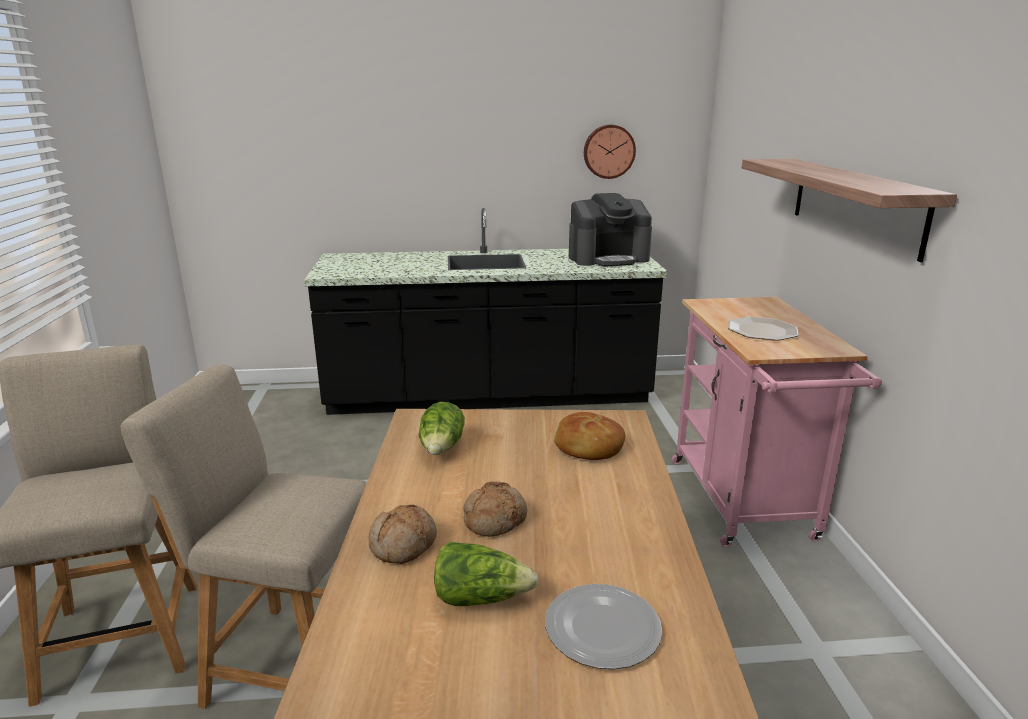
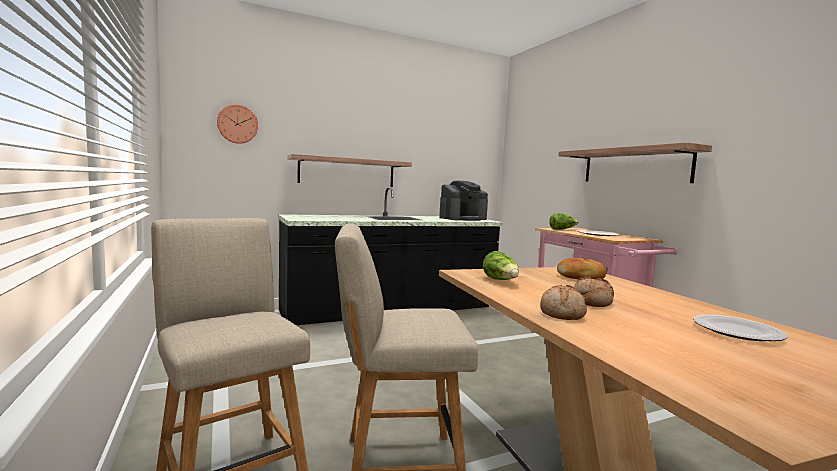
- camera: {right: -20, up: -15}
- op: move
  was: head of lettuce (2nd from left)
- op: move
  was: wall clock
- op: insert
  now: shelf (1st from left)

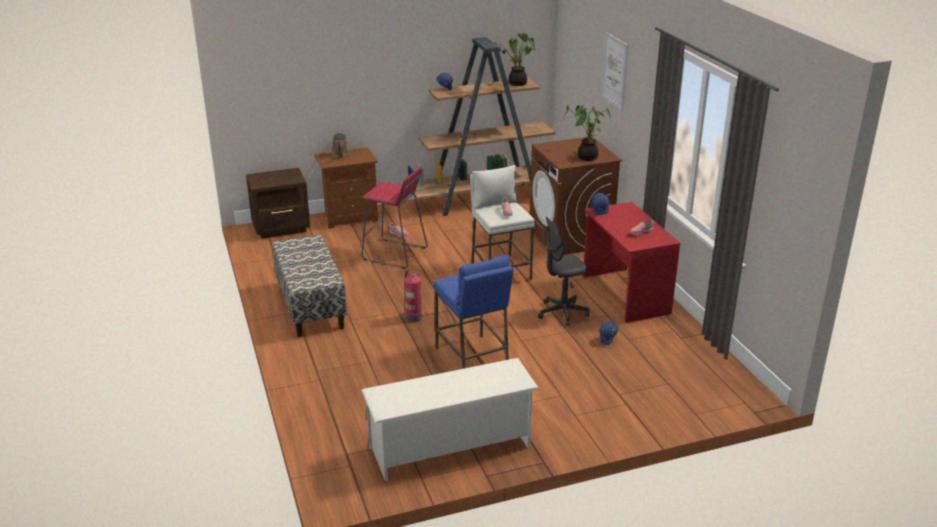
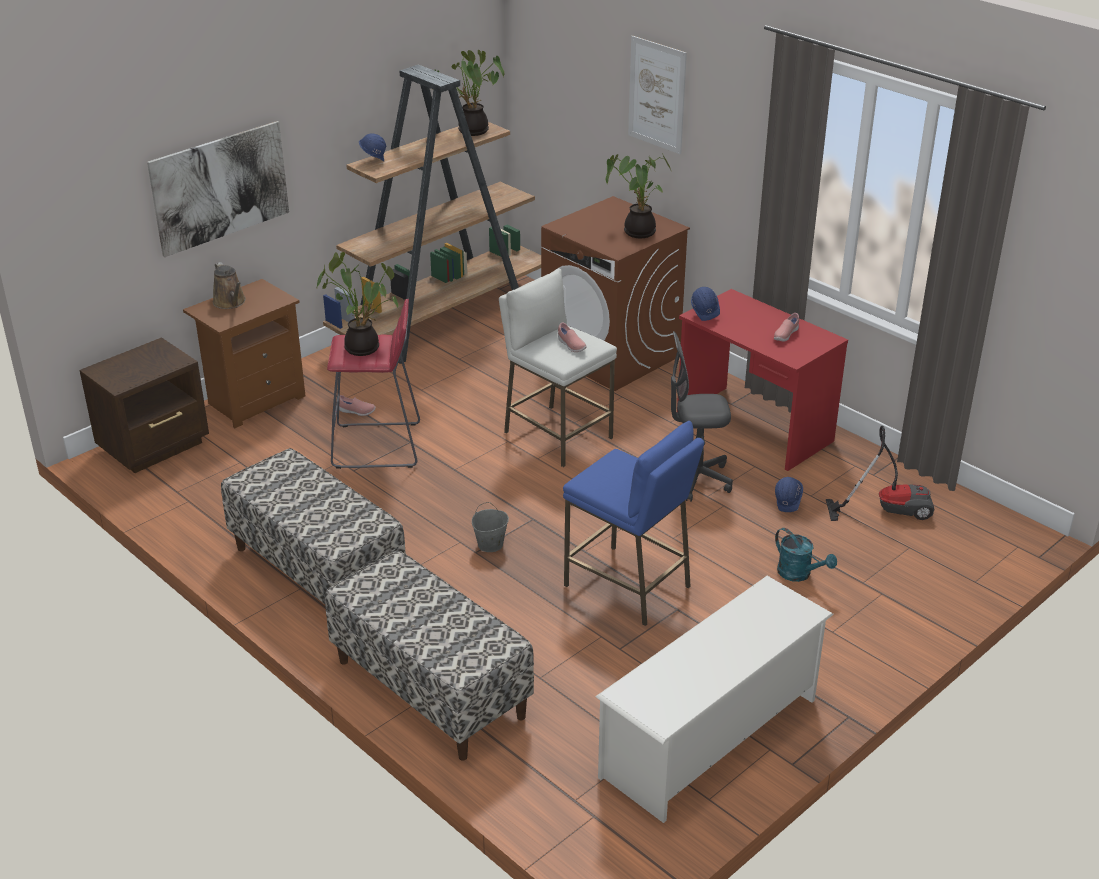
- camera: {right: -25, up: 5}
- op: replace
  was: extinguisher
  now: gray bucket
- op: rotate
  was: gray desk chair
  clockwise: 45
- op: insert
  now: wall art (1st from left)
- op: insert
  now: potted plant (1st from left)
- op: insert
  now: bench (2nd from left)
- op: insert
  now: turquoise sprinkling can
- op: insert
  now: vacuum cleaner

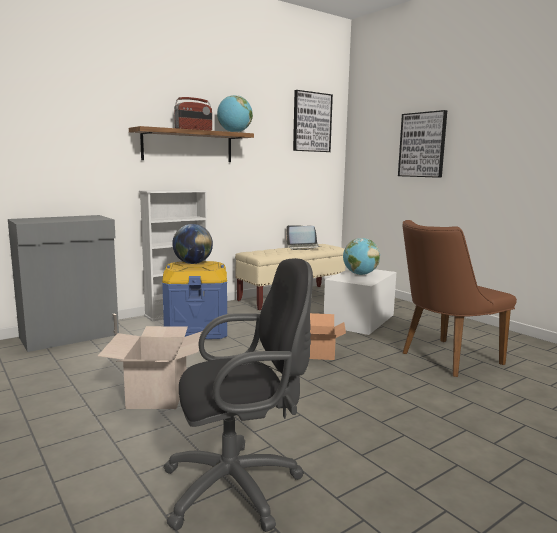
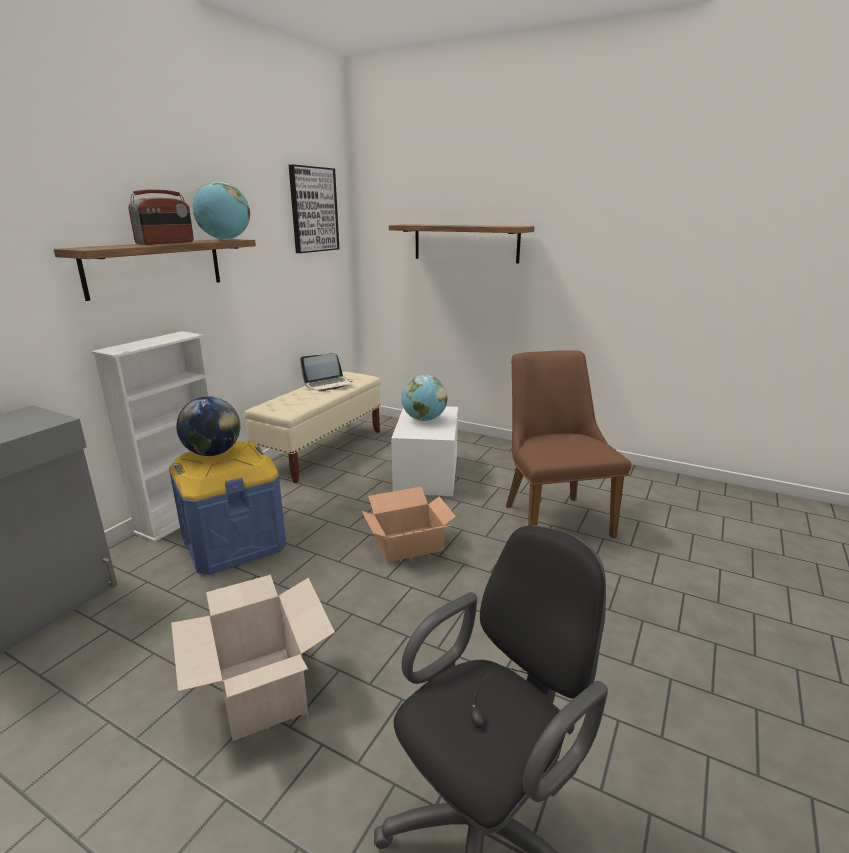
- camera: {right: -25, up: 10}
- op: replace
  was: wall art (2nd from left)
  now: shelf (2nd from left)
- op: rotate
  was: brown-coloured chair
  clockwise: 135

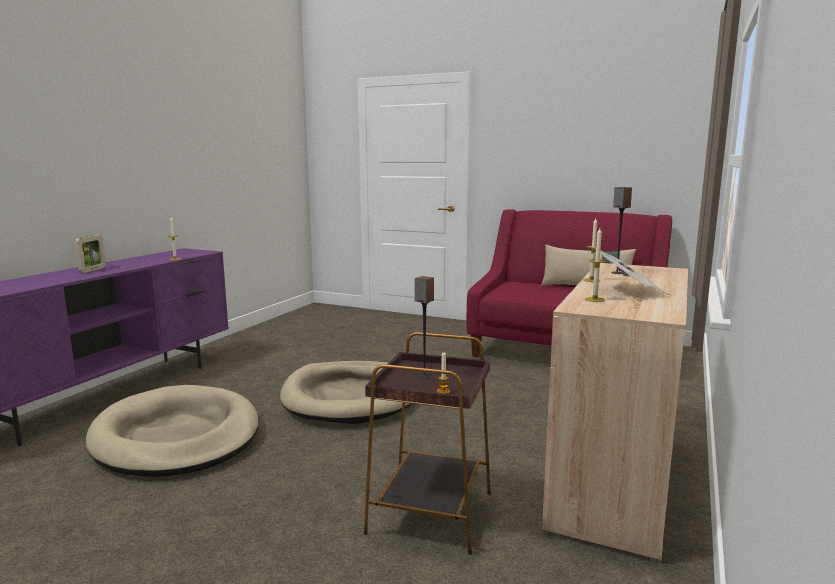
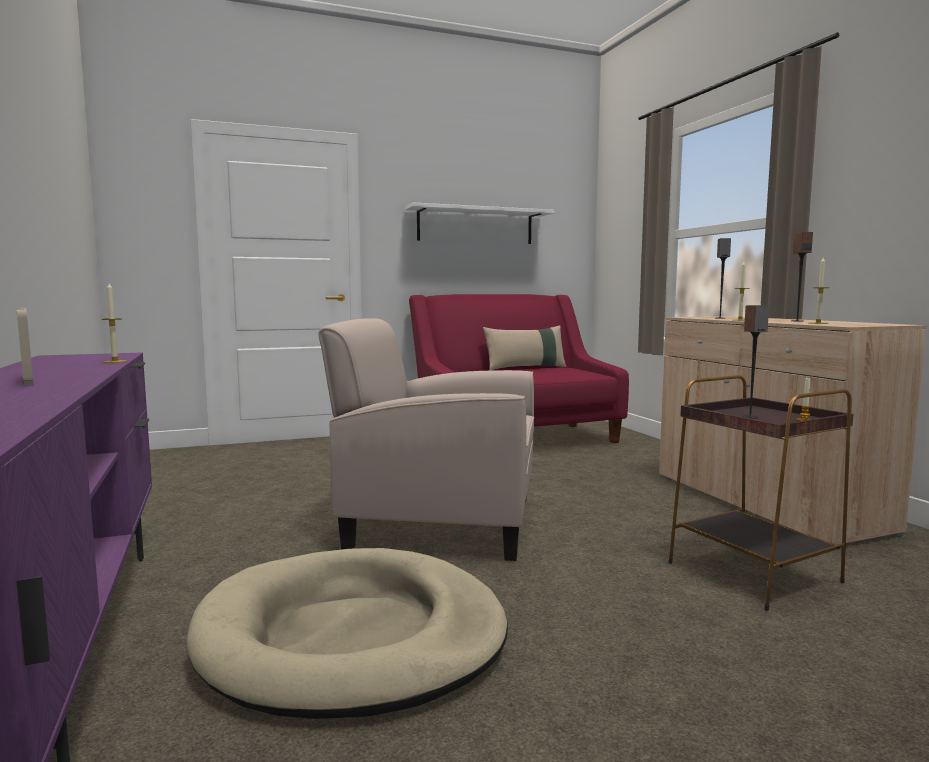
- camera: {right: -45, up: -5}
- op: replace
  was: beige dog cushion (2nd from left)
  now: beige easy chair
- op: replace
  was: printed paper
  now: speaker (3rd from left)
- op: insert
  now: white-coloured shelf

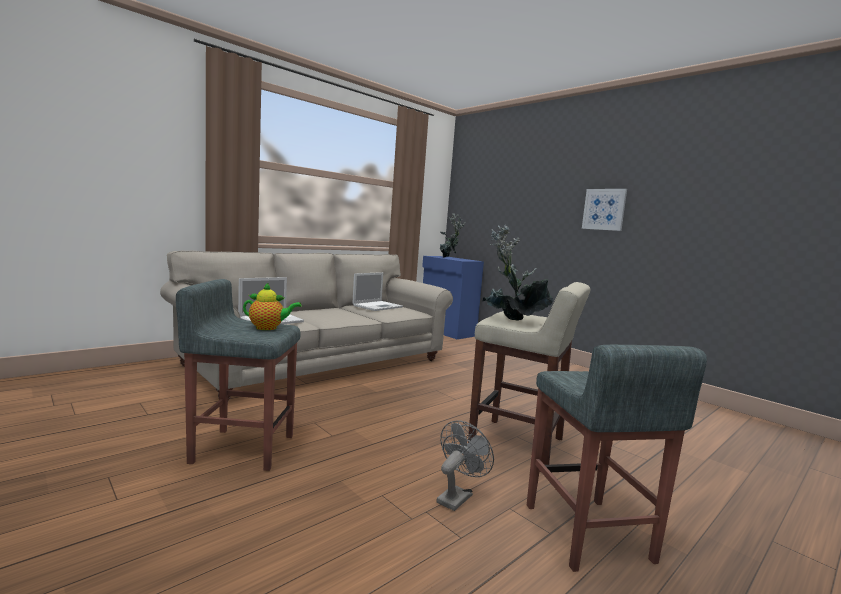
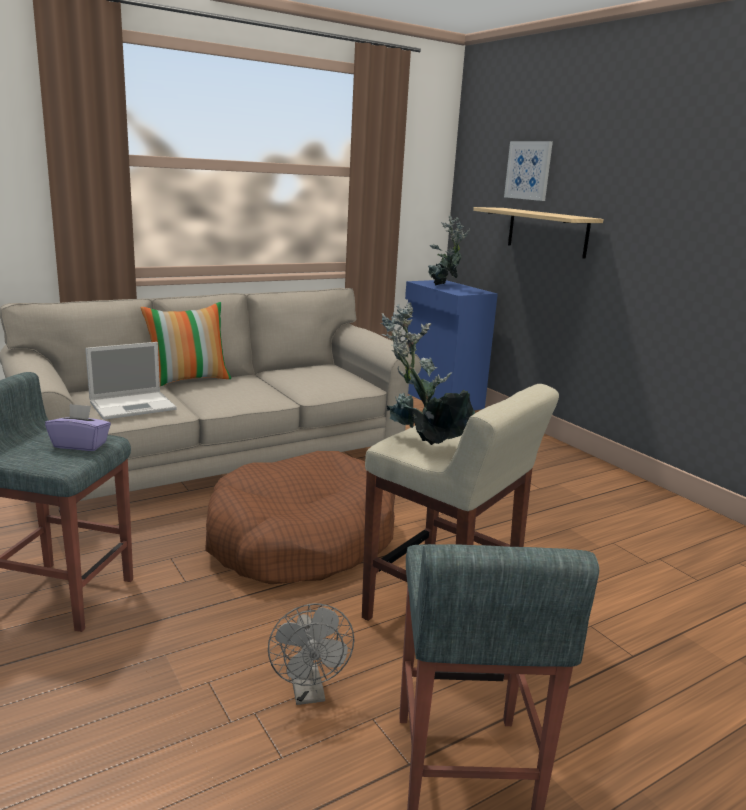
- camera: {right: 10, up: 10}
- op: replace
  was: tea pot
  now: purple tissue box
- op: delete
  was: portable computer (2nd from left)
- op: rotate
  was: gray fan
  clockwise: 120
- op: move
  was: wall art
- op: insert
  now: throw pillow
- op: insert
  now: brown-coloured dog cushion
- op: insert
  now: shelf

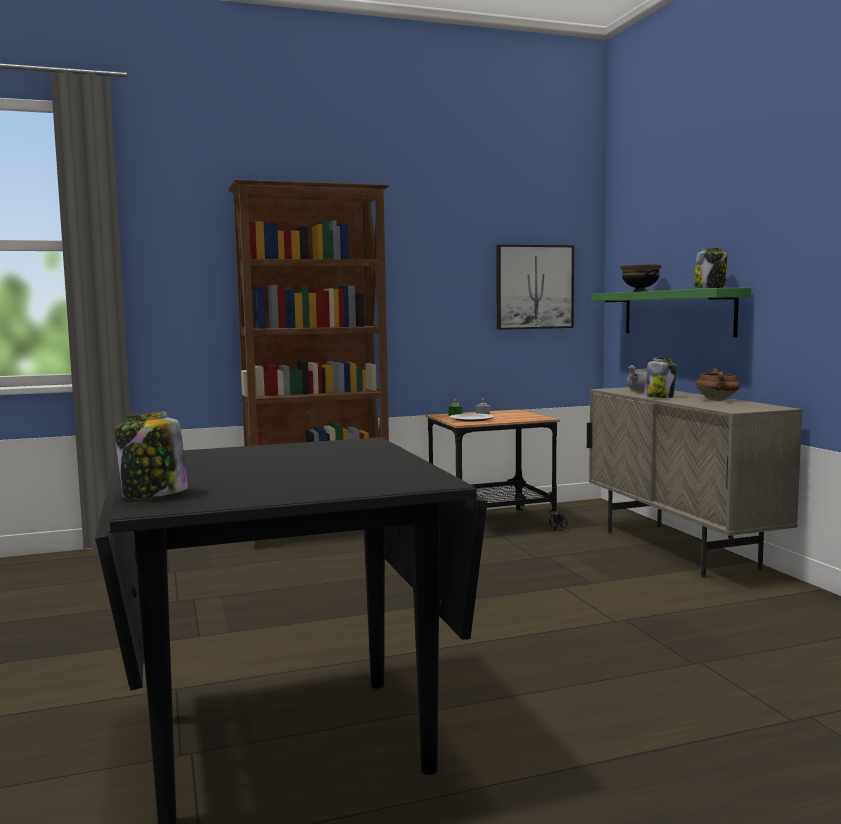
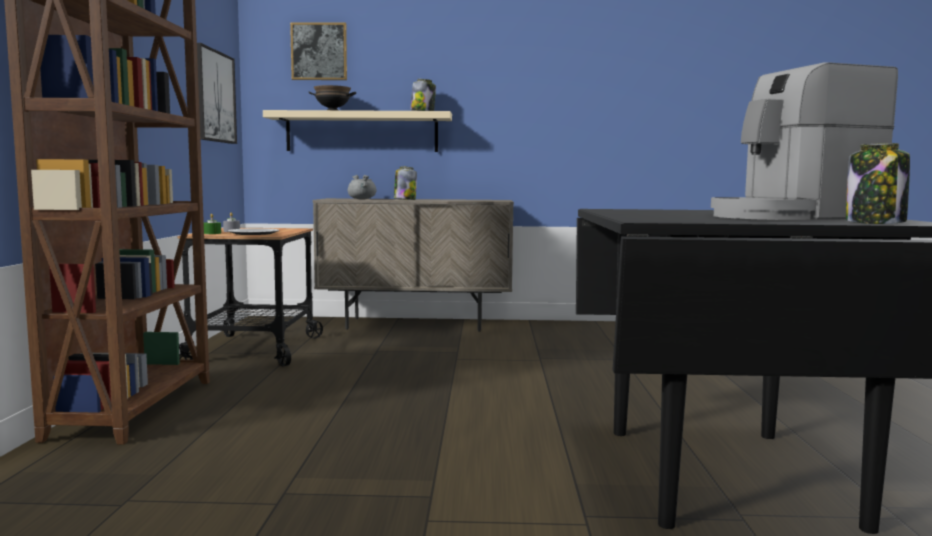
- camera: {right: -70, up: 0}
- op: recolor
  was: green-coloured shelf
  now: beige shelf
- op: delete
  was: brown-coloured stockpot
- op: insert
  now: wall art (2nd from left)
- op: insert
  now: coffee brewer

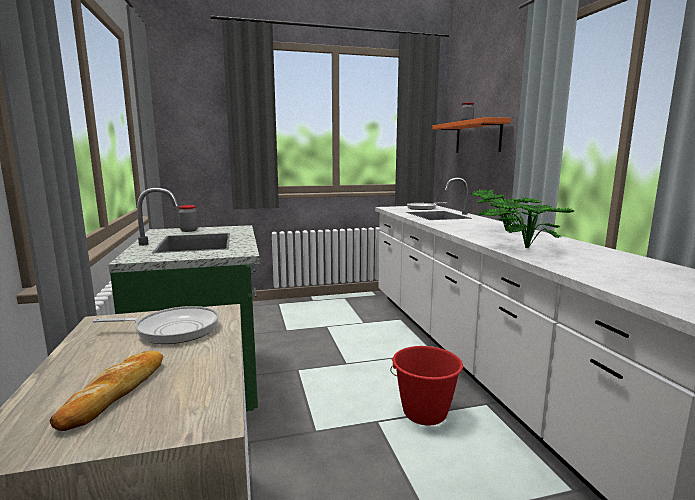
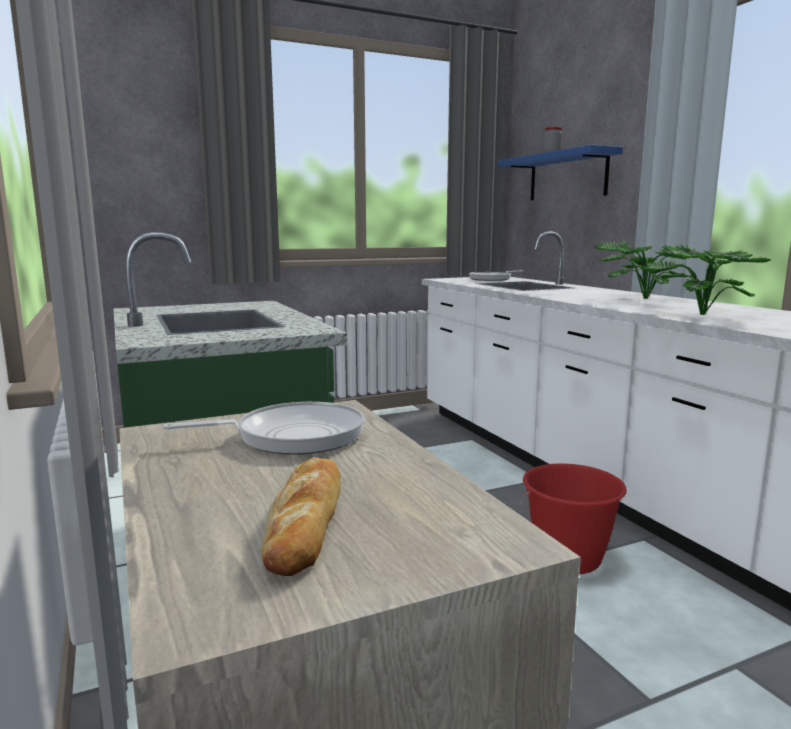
- camera: {right: -10, up: 0}
- op: delete
  was: jar (1st from left)
- op: recolor
  was: orange shelf
  now: bluish shelf

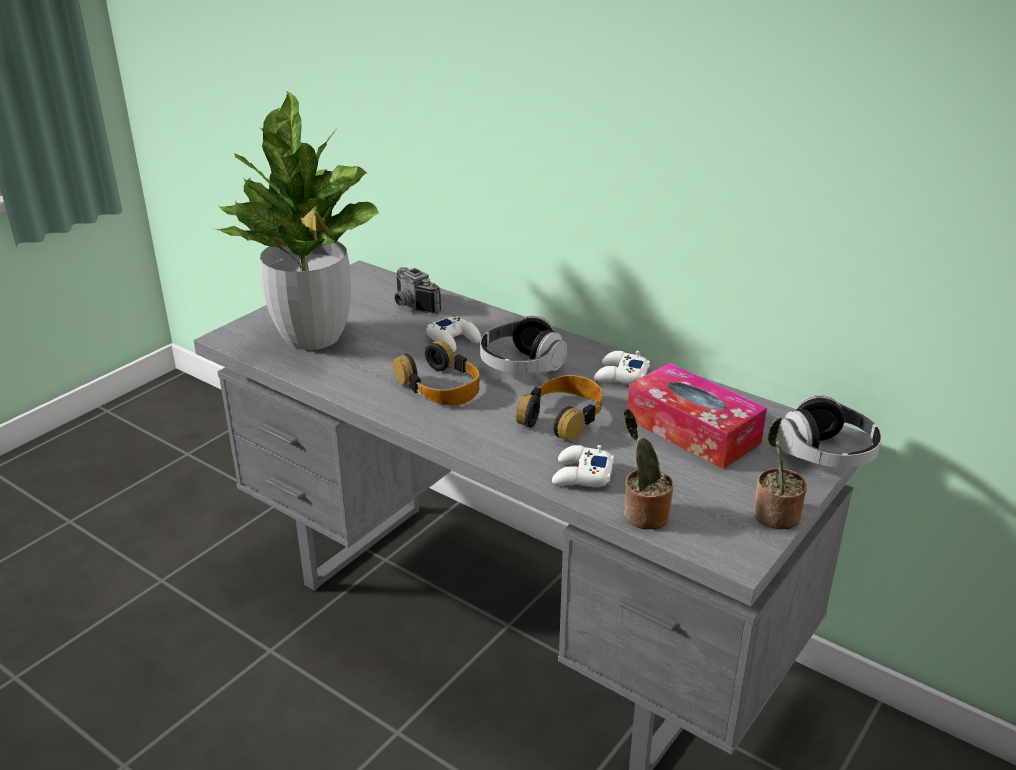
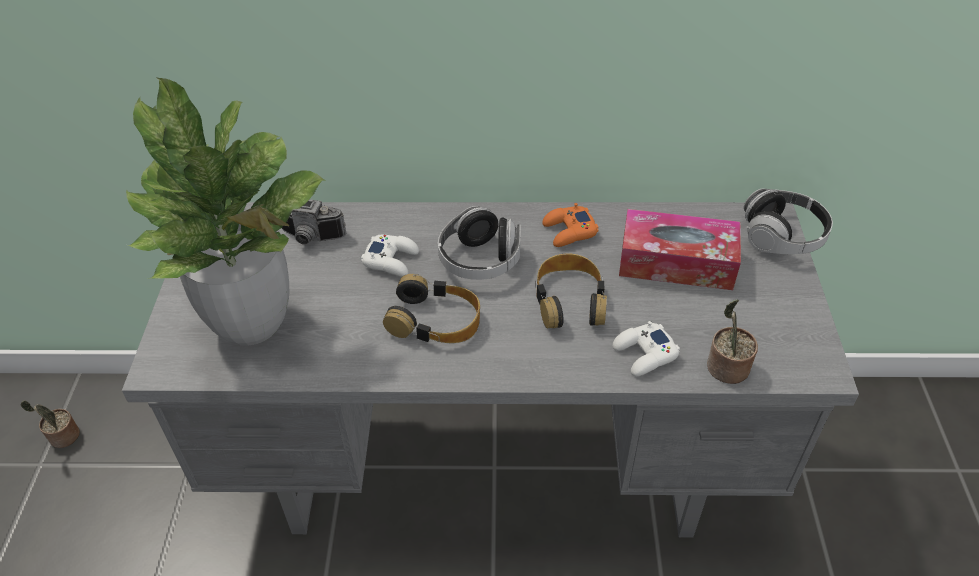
- camera: {right: -35, up: 15}
- op: recolor
  was: white-coloured game controller (3rd from left)
  now: orange game controller
- op: move
  was: potted plant (3rd from left in the first image)
  now: potted plant (1st from left)

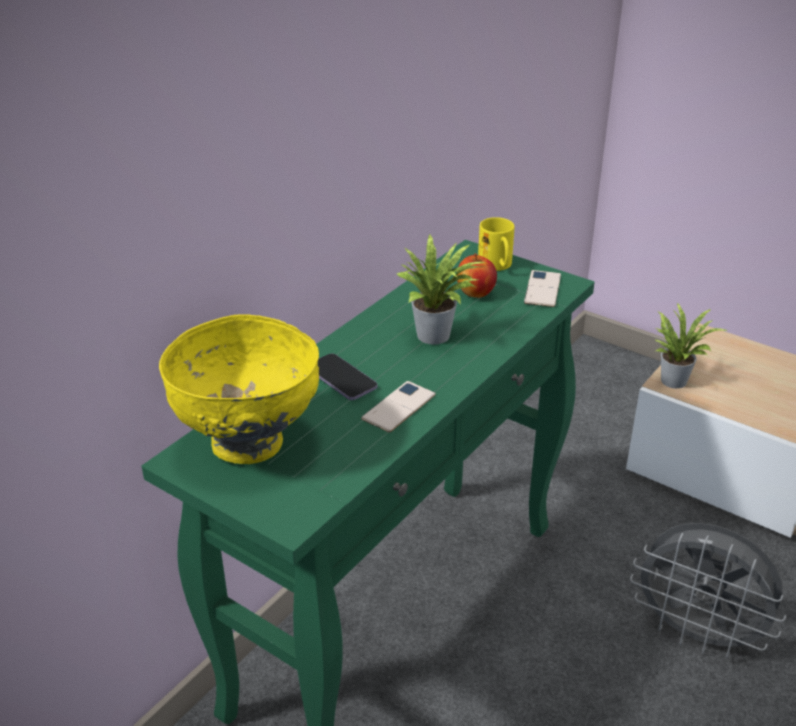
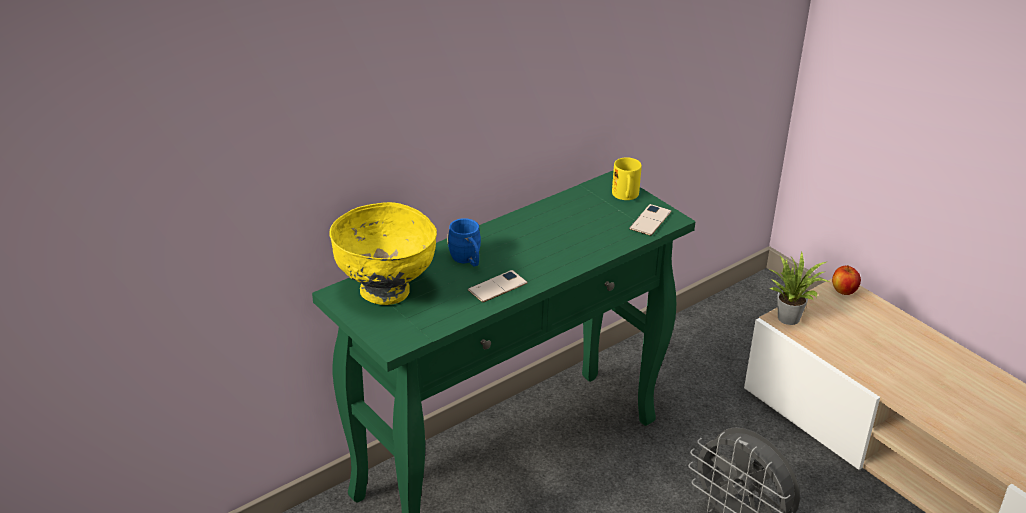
- camera: {right: 15, up: 0}
- op: replace
  was: phone (1st from left)
  now: bluish coffee mug
- op: delete
  was: potted plant (1st from left)
- op: move
  was: apple

